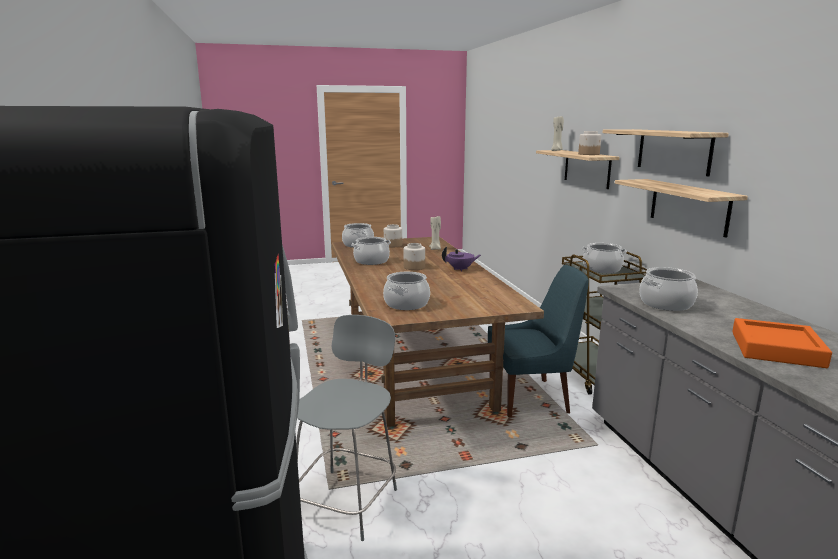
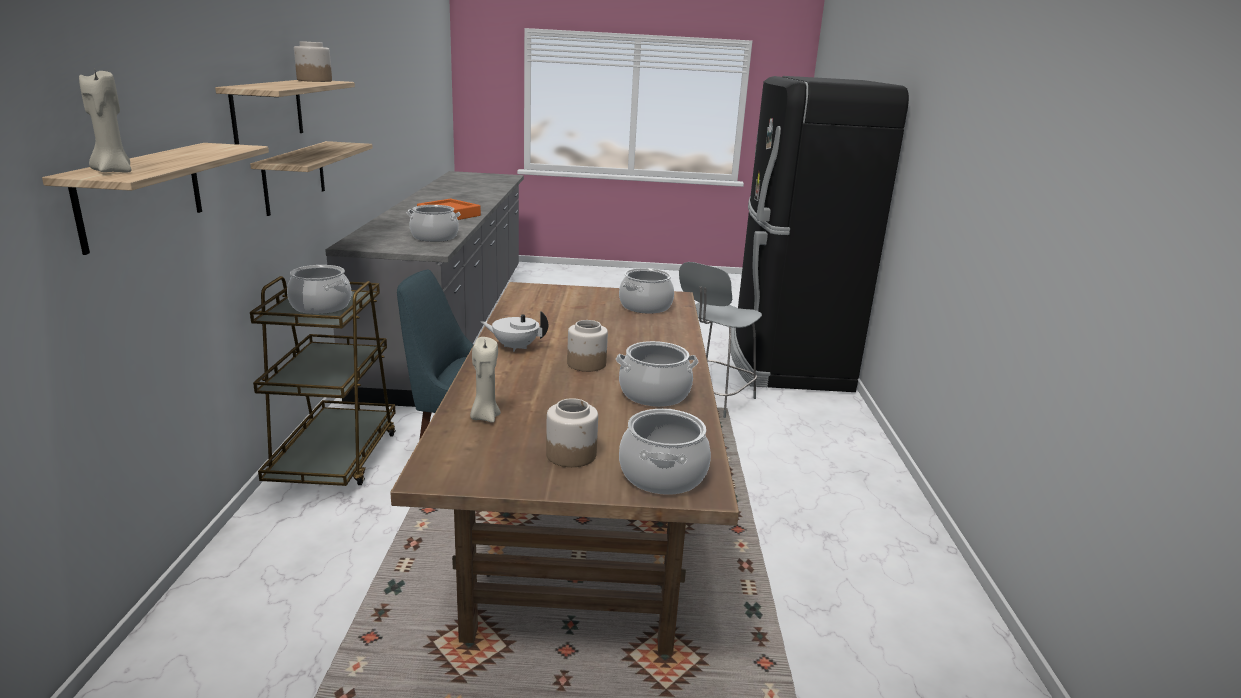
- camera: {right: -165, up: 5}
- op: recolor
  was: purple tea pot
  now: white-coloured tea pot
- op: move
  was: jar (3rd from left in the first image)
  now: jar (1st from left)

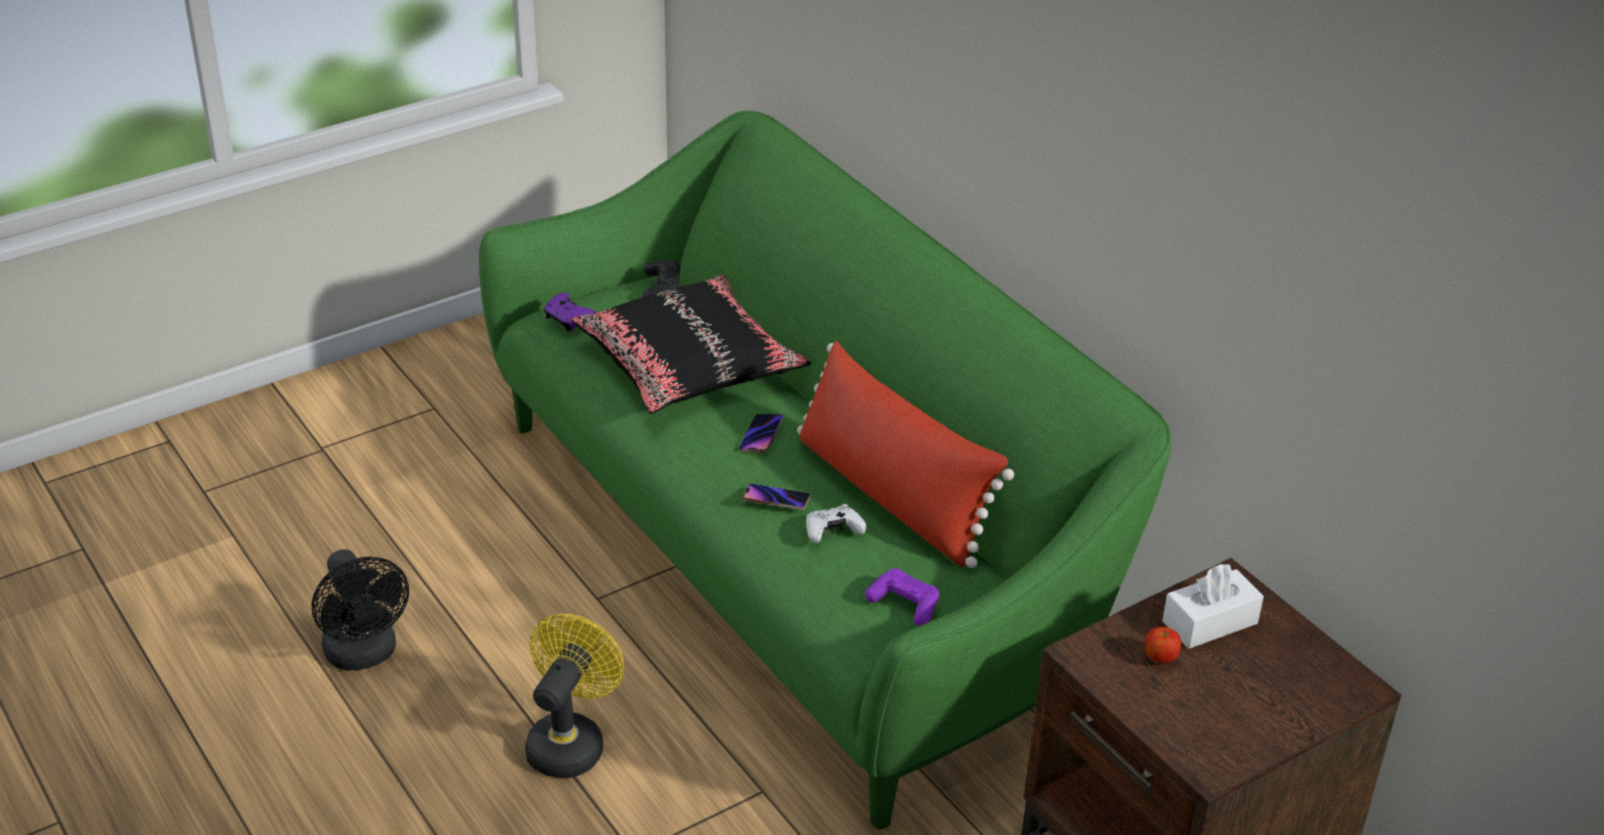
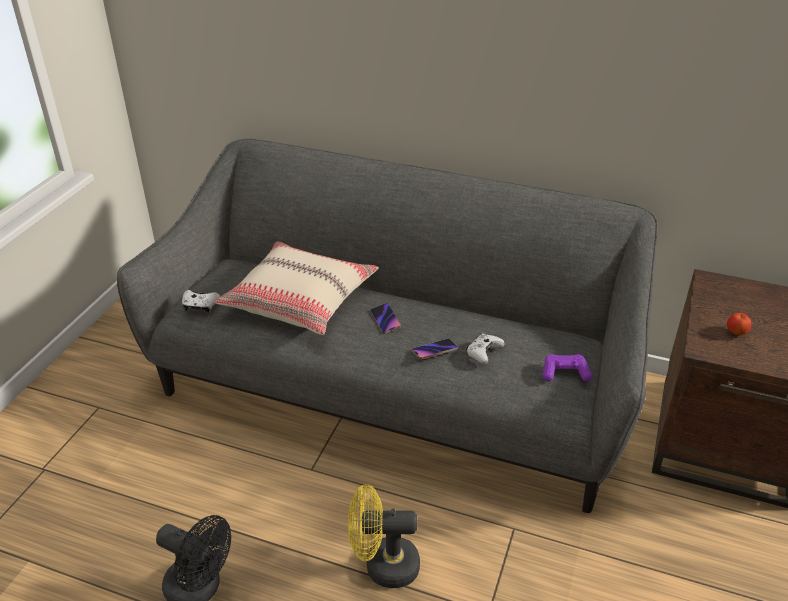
- camera: {right: -35, up: 0}
- op: recolor
  was: green-coloured sofa
  now: gray sofa
- op: rotate
  was: yellow fan
  clockwise: -75
- op: recolor
  was: purple game controller (1st from left)
  now: white-coloured game controller (1st from left)
- op: recolor
  was: blackish throw pillow
  now: beige throw pillow
- op: delete
  was: blackish game controller
- op: delete
  was: reddish throw pillow
- op: delete
  was: white-coloured tissue box

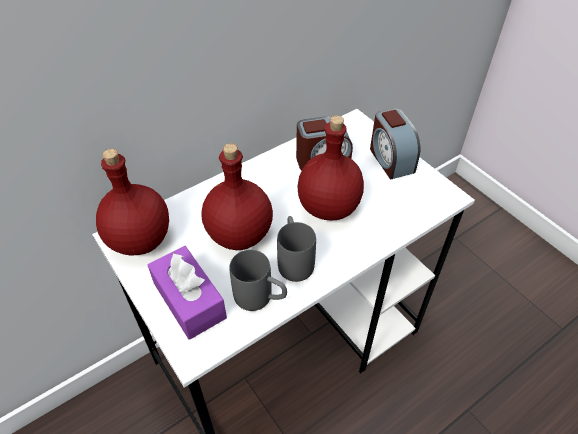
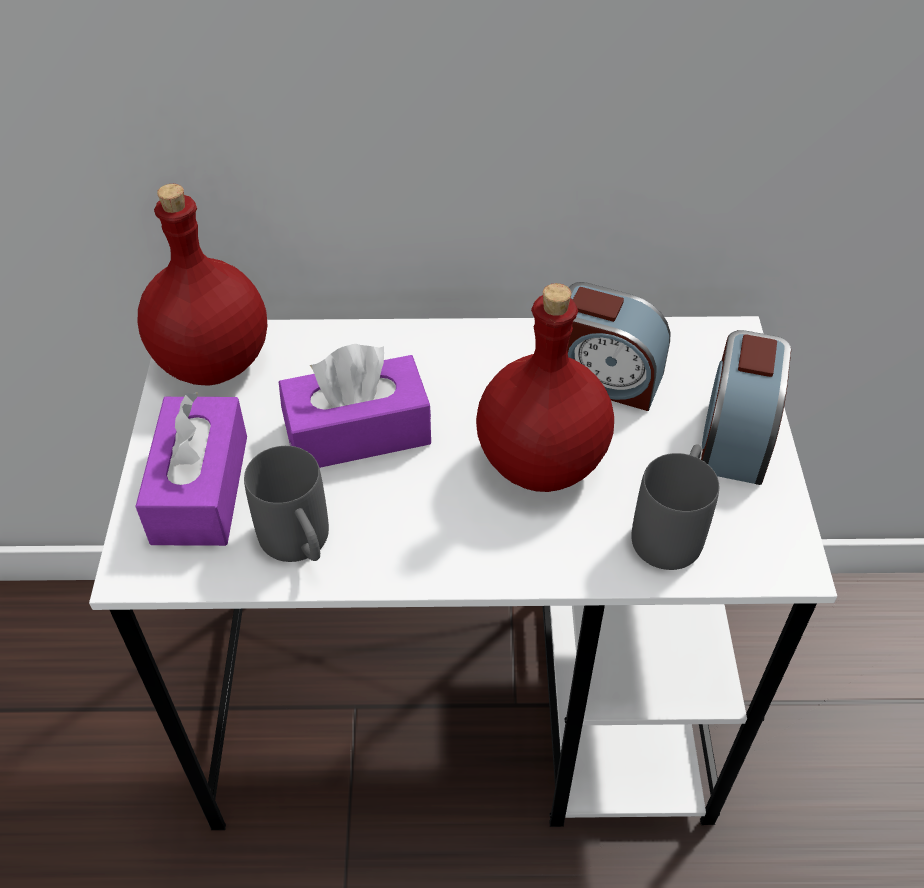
- camera: {right: 35, up: 0}
- op: replace
  was: reddish drink bottle (2nd from left)
  now: purple tissue box (2nd from left)
- op: move
  was: gray coffee mug (2nd from left)

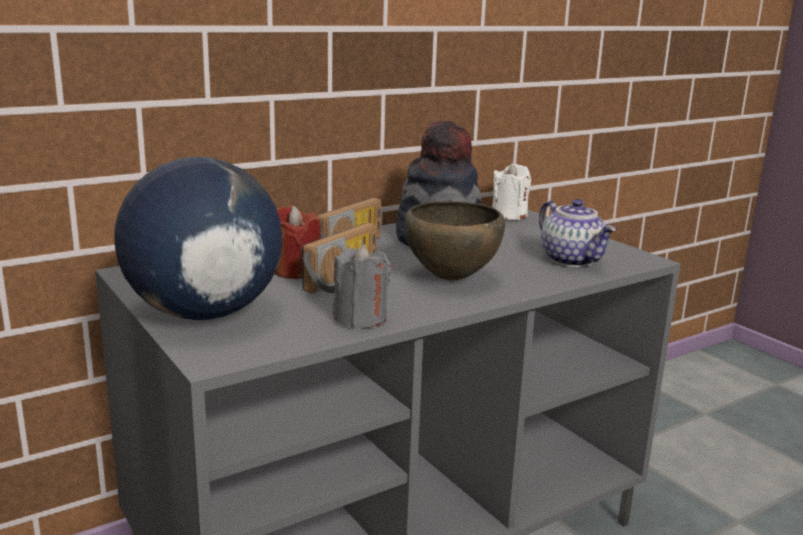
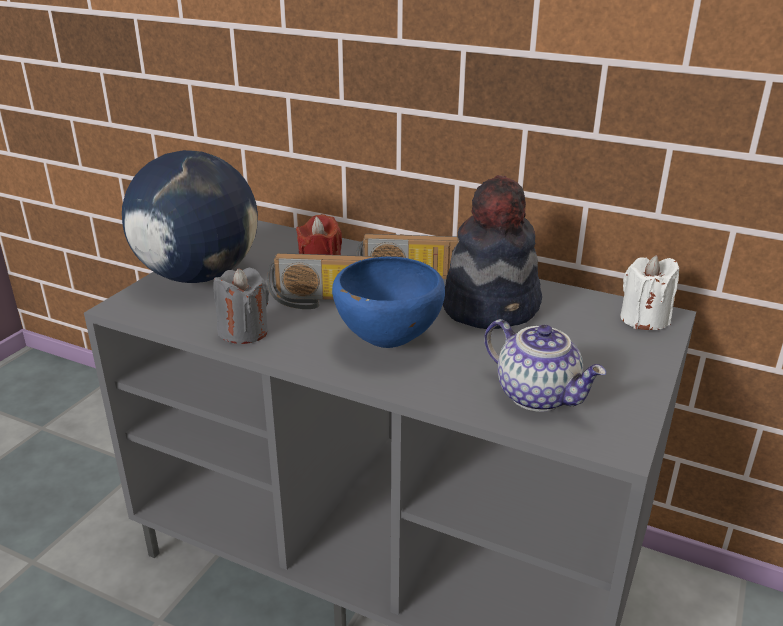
- camera: {right: 60, up: 10}
- op: recolor
  was: brown-coloured bowl
  now: bluish bowl
- op: rotate
  was: tea pot
  clockwise: -75

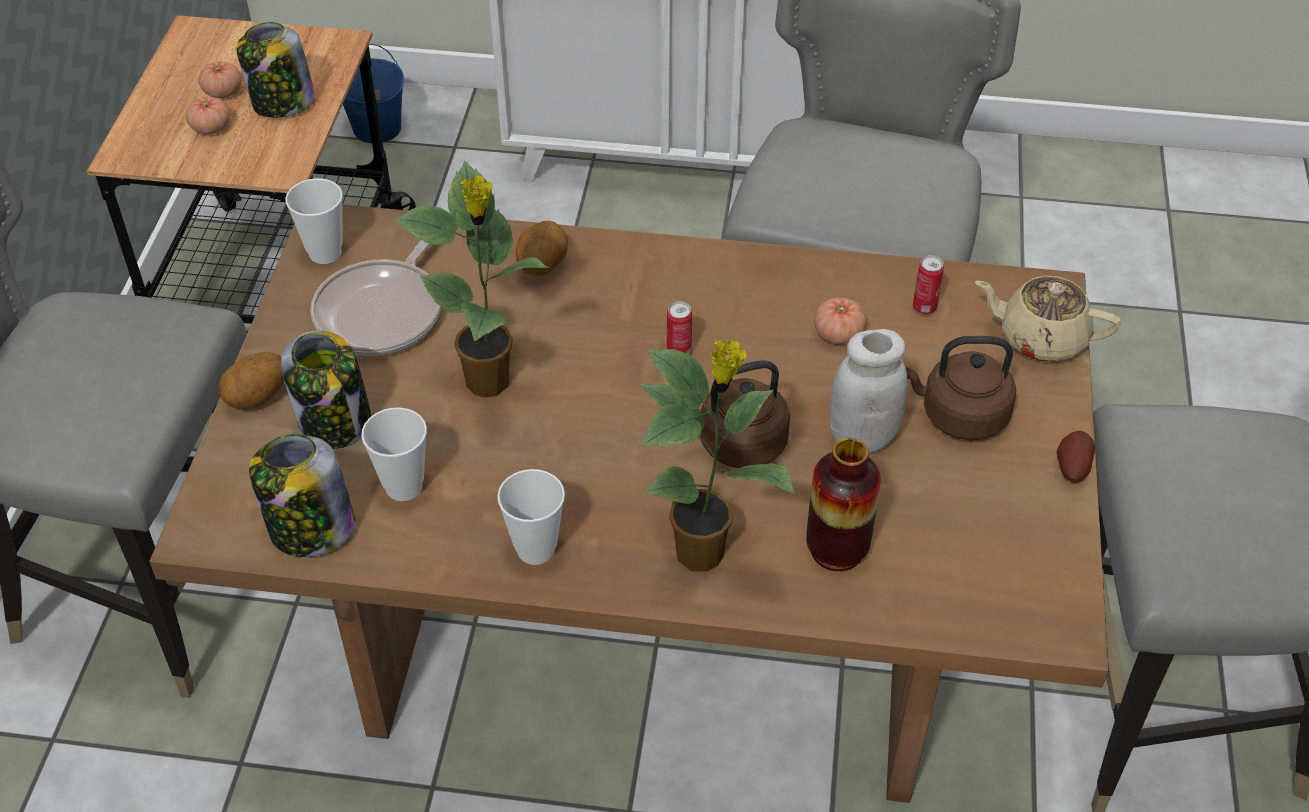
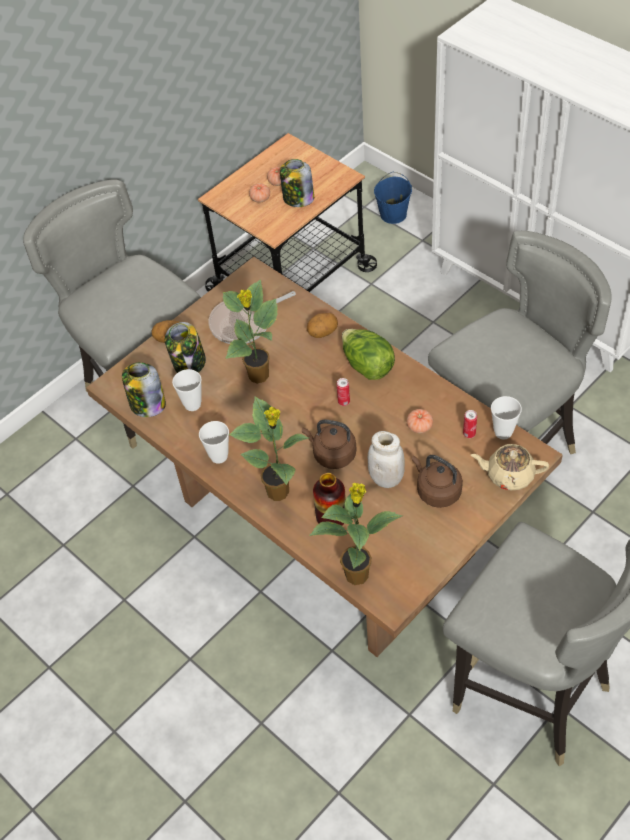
- camera: {right: 40, up: 5}
- op: move
  was: cup (1st from left in the first image)
  now: cup (3rd from left)
- op: rotate
  was: beige tea pot
  clockwise: -45
- op: delete
  was: potato (3rd from left)
- op: insert
  now: potted plant (3rd from left)
- op: insert
  now: head of lettuce

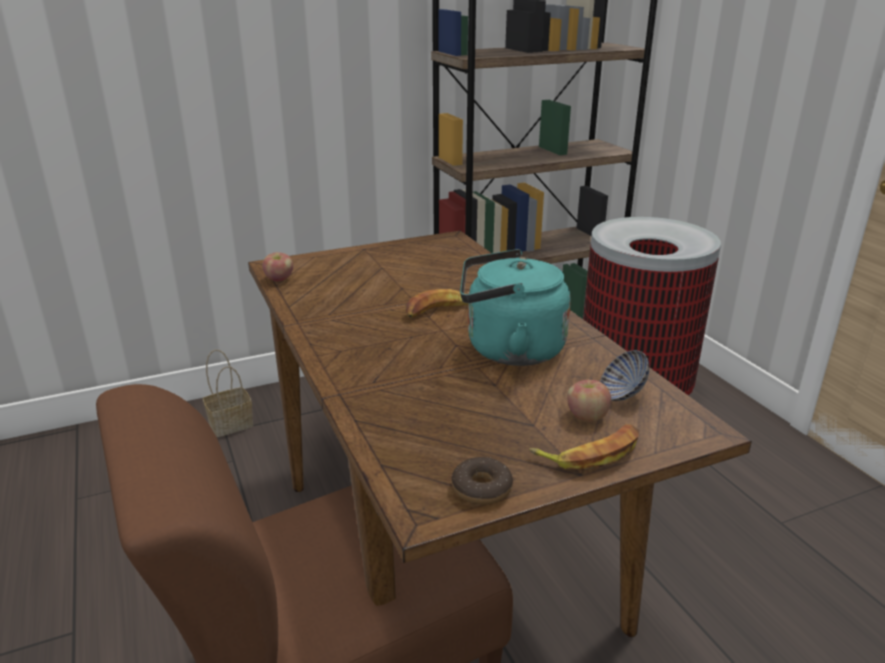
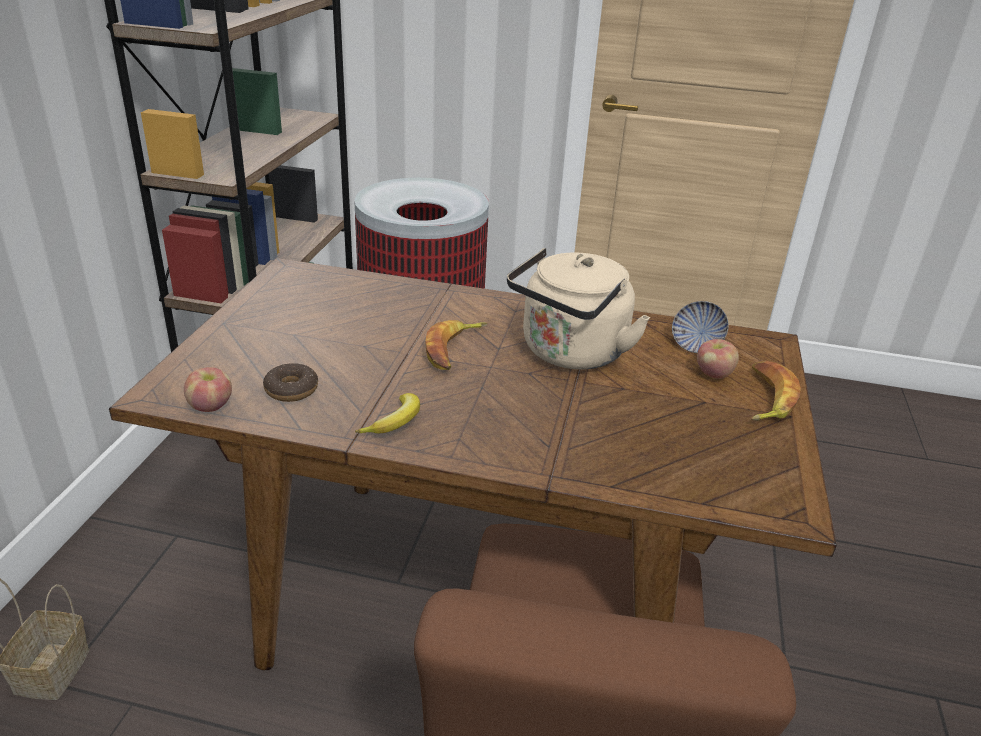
- camera: {right: -55, up: 5}
- op: move
  was: doughnut
- op: recolor
  was: turquoise kettle
  now: beige kettle
- op: insert
  now: banana (1st from left)

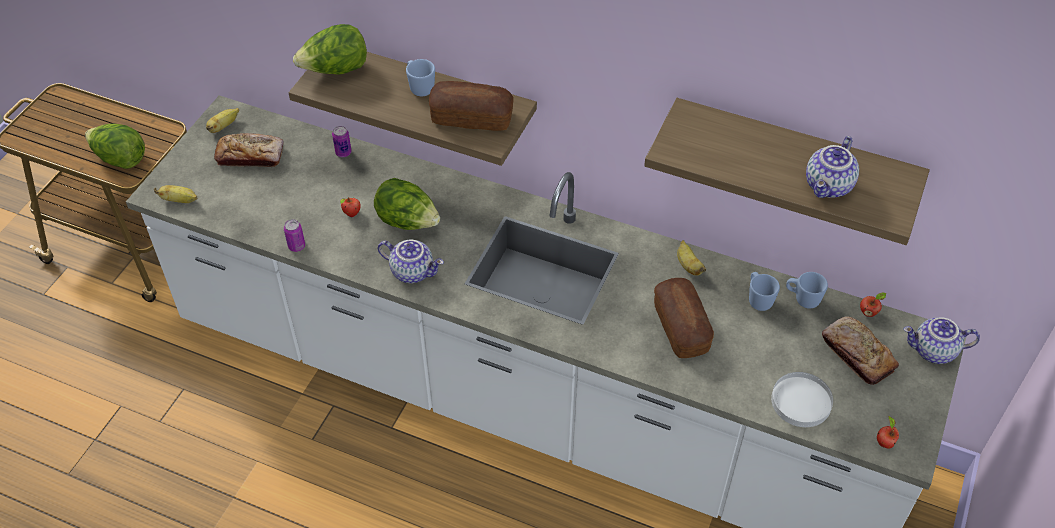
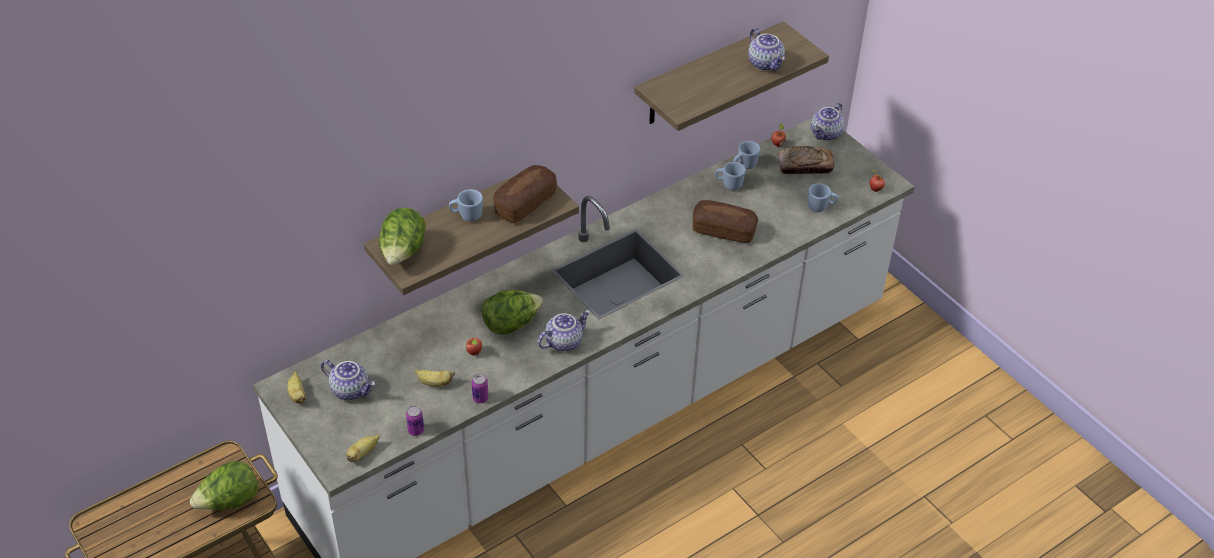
- camera: {right: -60, up: -5}
- op: replace
  was: baked bread (1st from left)
  now: tea pot (1st from left)
- op: move
  was: sealed can (2nd from left in the first image)
  now: sealed can (1st from left)
- op: move
  was: banana (3rd from left)
- op: replace
  was: white-coloured plate
  now: bluish coffee mug (4th from left)

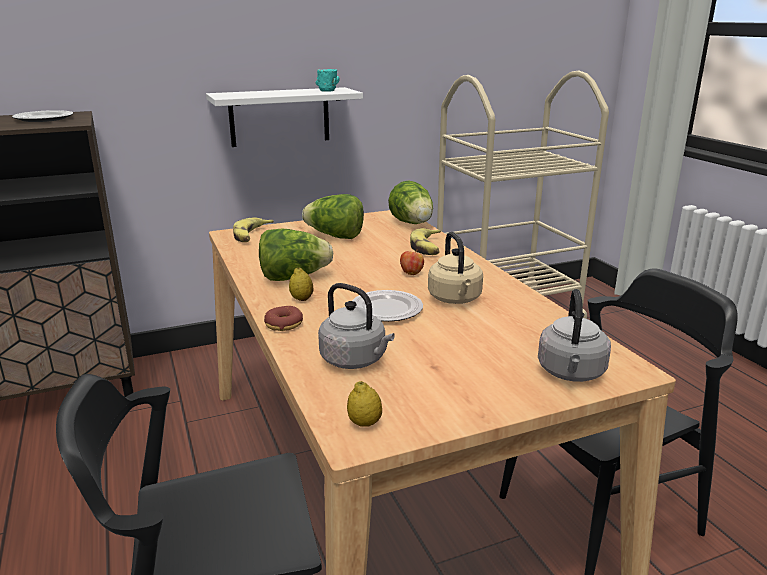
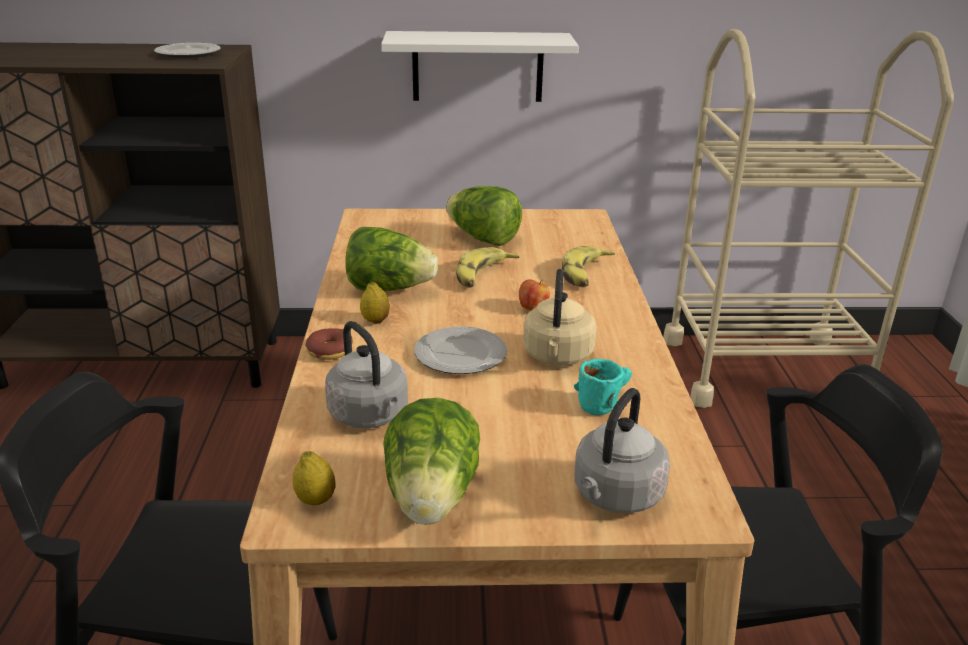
- camera: {right: 20, up: 5}
- op: move
  was: banana (1st from left)
- op: move
  was: turquoise coffee mug
- op: move
  was: head of lettuce (3rd from left in the first image)
  now: head of lettuce (2nd from left)

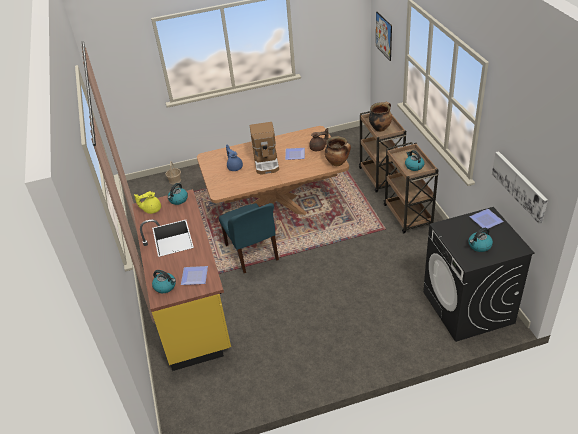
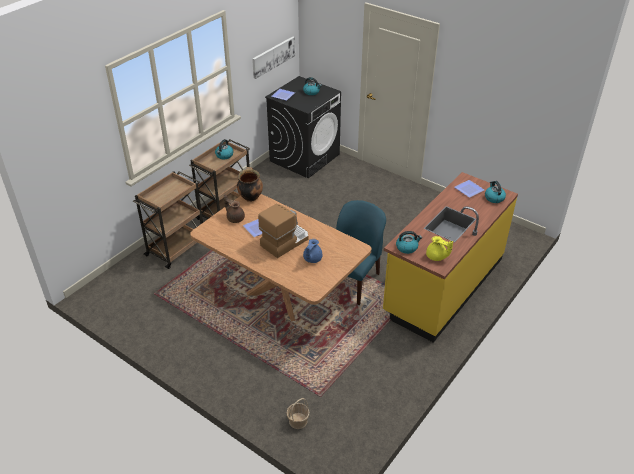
- camera: {right: -130, up: 0}
- op: delete
  was: stockpot (2nd from left)
- op: delete
  was: wall art (1st from left)

